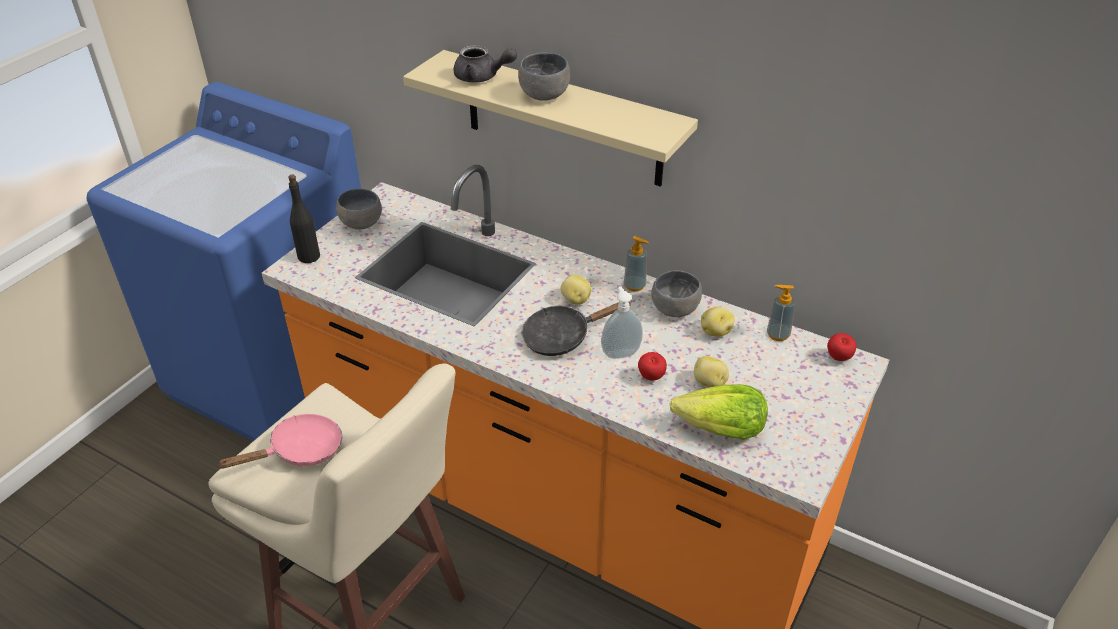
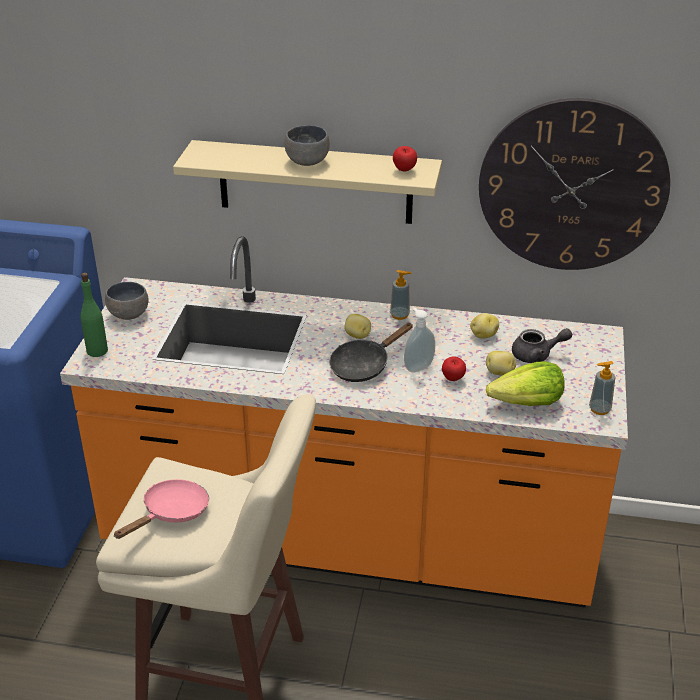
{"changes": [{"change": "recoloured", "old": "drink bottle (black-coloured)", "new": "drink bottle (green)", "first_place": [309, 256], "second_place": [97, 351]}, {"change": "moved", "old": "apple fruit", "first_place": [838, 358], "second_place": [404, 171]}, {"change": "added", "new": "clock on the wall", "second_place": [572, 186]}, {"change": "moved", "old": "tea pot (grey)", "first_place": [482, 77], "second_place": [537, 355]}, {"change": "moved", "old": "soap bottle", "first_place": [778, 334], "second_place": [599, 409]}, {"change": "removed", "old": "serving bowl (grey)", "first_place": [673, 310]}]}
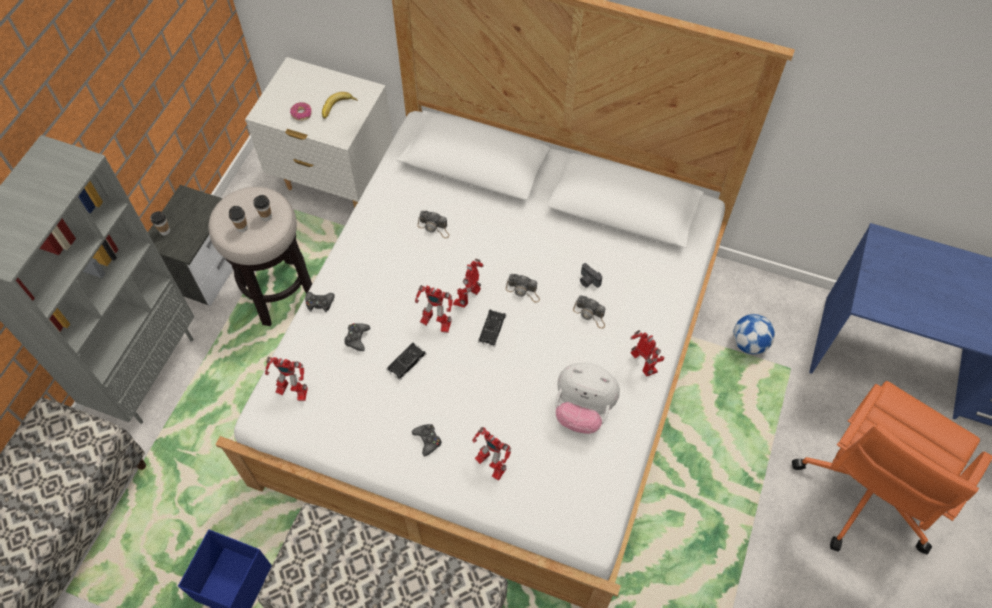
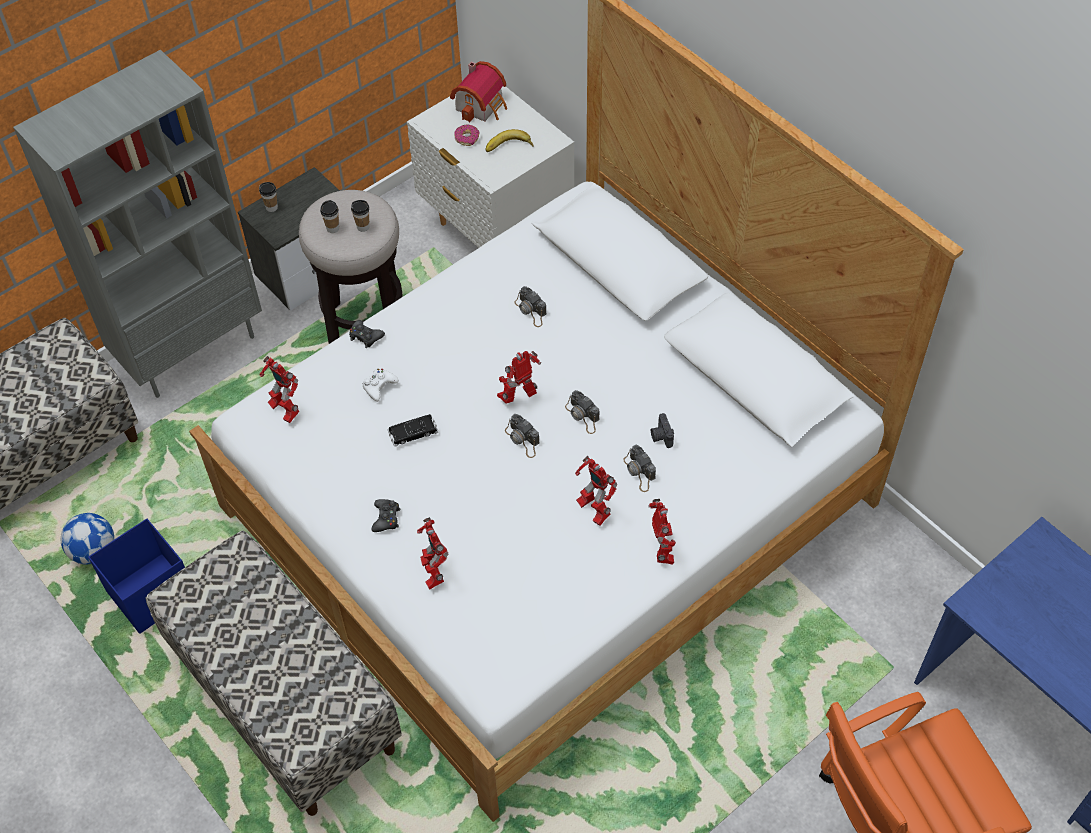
{"changes": [{"change": "moved", "old": "football ball", "first_place": [749, 343], "second_place": [94, 551]}, {"change": "recoloured", "old": "joypad (black-coloured)", "new": "joypad (white-coloured)", "first_place": [357, 338], "second_place": [379, 387]}, {"change": "added", "new": "toy house", "second_place": [482, 105]}, {"change": "replaced", "old": "model car (black-coloured)", "new": "still camera", "first_place": [492, 329], "second_place": [523, 439]}, {"change": "moved", "old": "toy robot", "first_place": [435, 323], "second_place": [593, 509]}, {"change": "removed", "old": "cuddly toy", "first_place": [582, 410]}]}
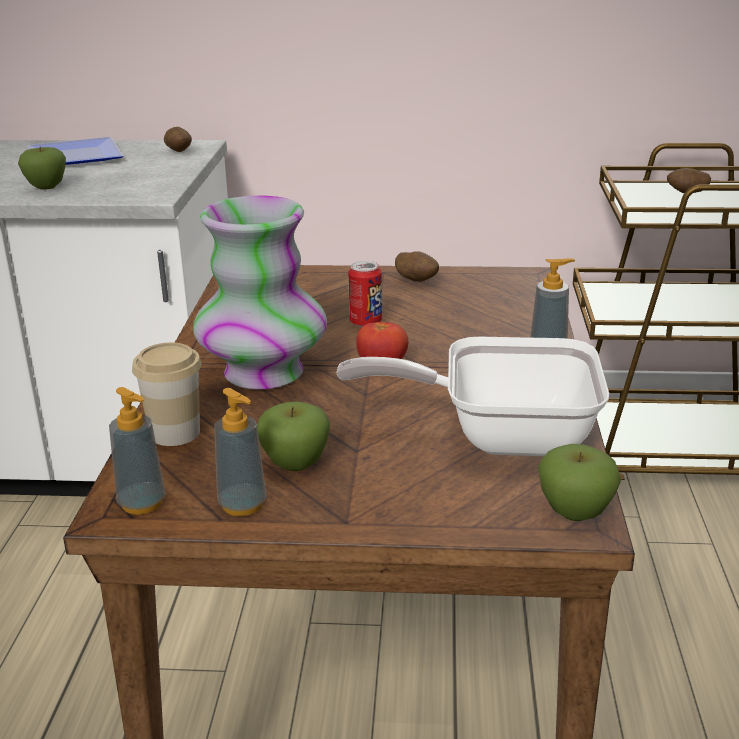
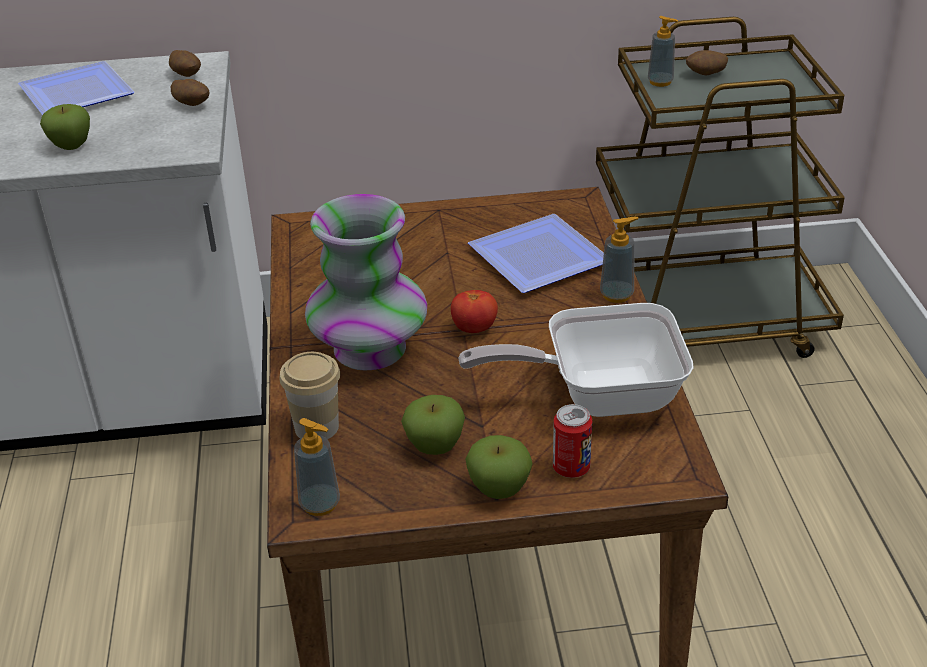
{"changes": [{"change": "moved", "old": "potato", "first_place": [416, 281], "second_place": [192, 105]}, {"change": "moved", "old": "apple fruit", "first_place": [575, 512], "second_place": [499, 489]}, {"change": "added", "new": "plate", "second_place": [533, 257]}, {"change": "moved", "old": "metal can", "first_place": [365, 323], "second_place": [571, 468]}, {"change": "moved", "old": "soap bottle", "first_place": [242, 505], "second_place": [660, 82]}]}
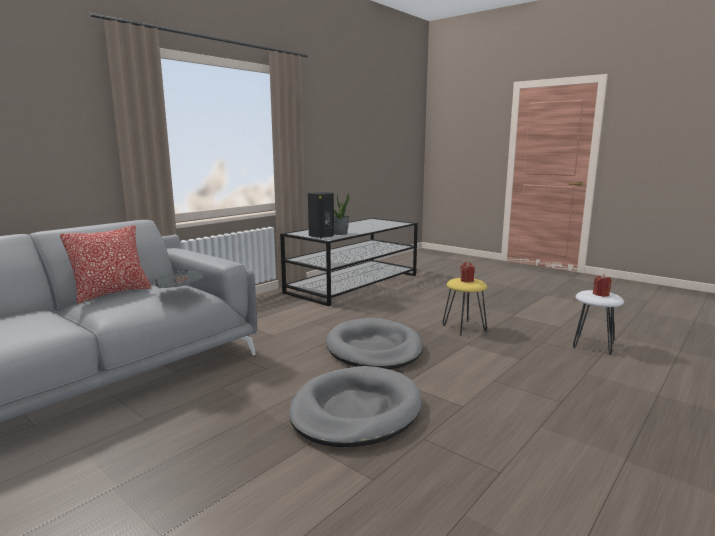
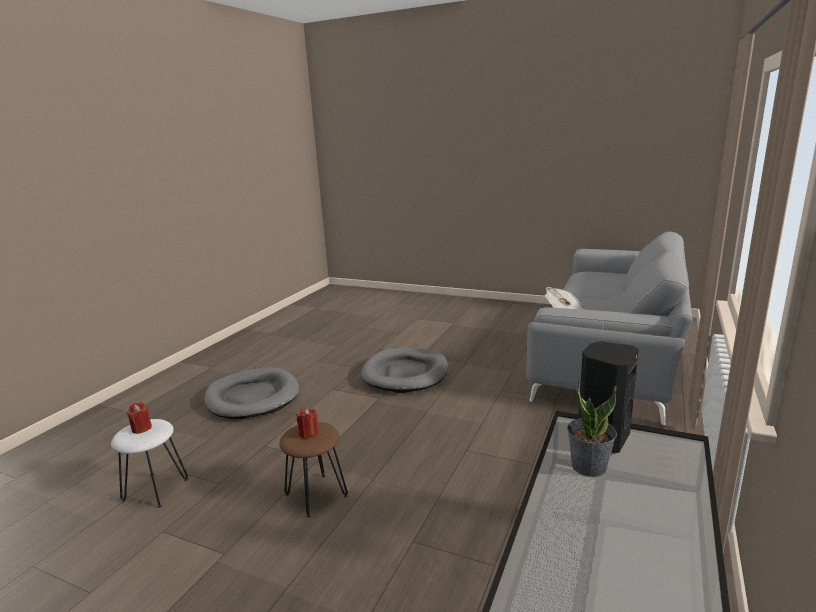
{"changes": [{"change": "moved", "old": "dog bed (grey)", "first_place": [374, 349], "second_place": [253, 397]}, {"change": "recoloured", "old": "sitting stool (yellowish)", "new": "sitting stool (brown-coloured)", "first_place": [464, 327], "second_place": [316, 495]}, {"change": "removed", "old": "throw pillow", "first_place": [112, 293]}]}
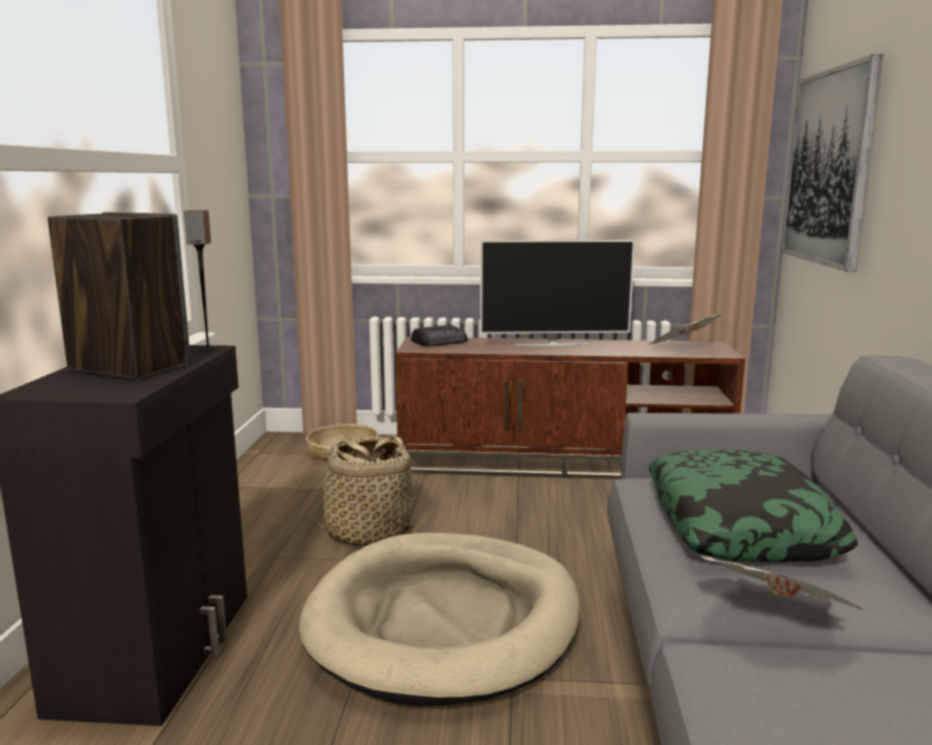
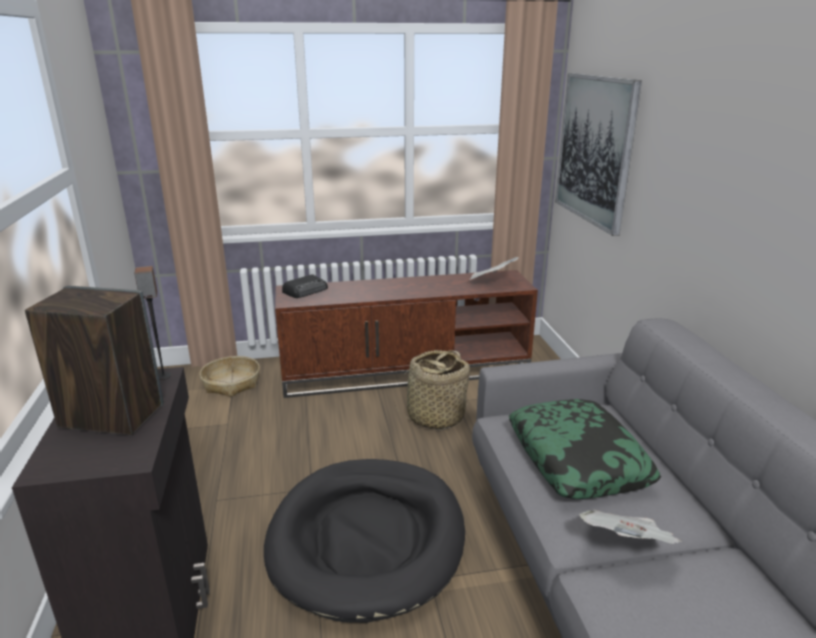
{"changes": [{"change": "recoloured", "old": "dog bed (sand-coloured)", "new": "dog bed (black-coloured)", "first_place": [444, 621], "second_place": [367, 539]}, {"change": "moved", "old": "basket", "first_place": [367, 532], "second_place": [435, 416]}, {"change": "removed", "old": "television", "first_place": [553, 344]}]}
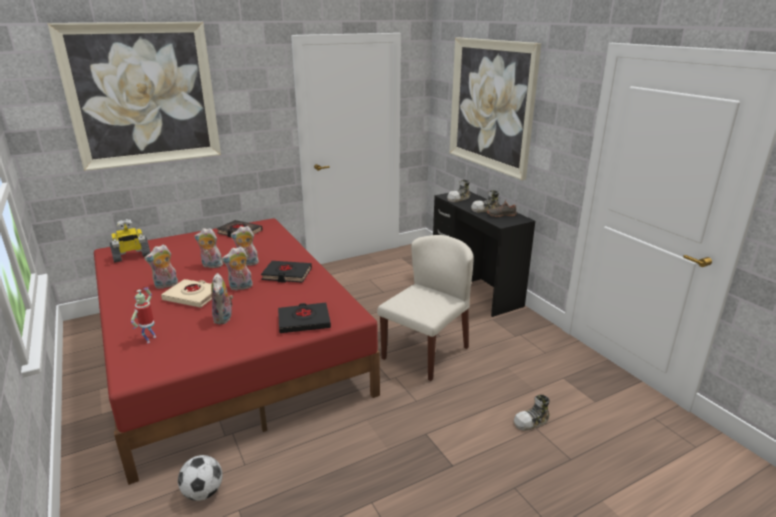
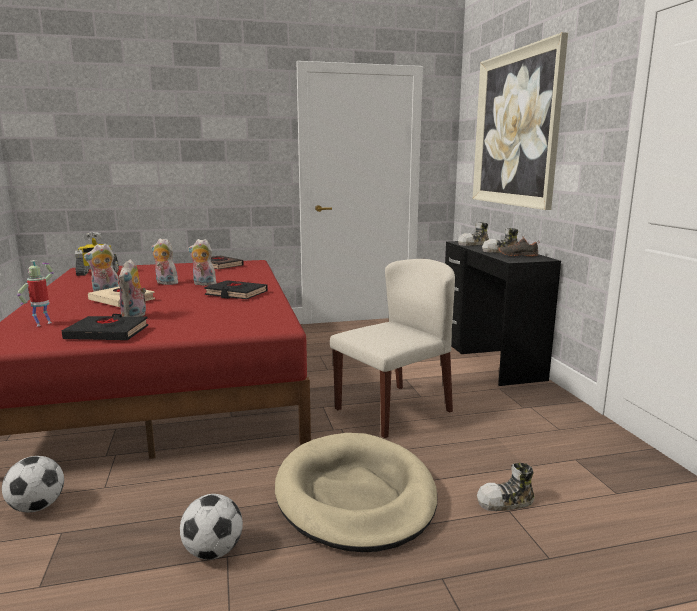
{"changes": [{"change": "moved", "old": "volume (black-coloured)", "first_place": [304, 321], "second_place": [107, 333]}, {"change": "added", "new": "football ball", "second_place": [213, 551]}, {"change": "added", "new": "dog bed (sand-coloured)", "second_place": [355, 495]}, {"change": "removed", "old": "wall picture", "first_place": [143, 95]}, {"change": "removed", "old": "cuddly toy", "first_place": [240, 287]}]}
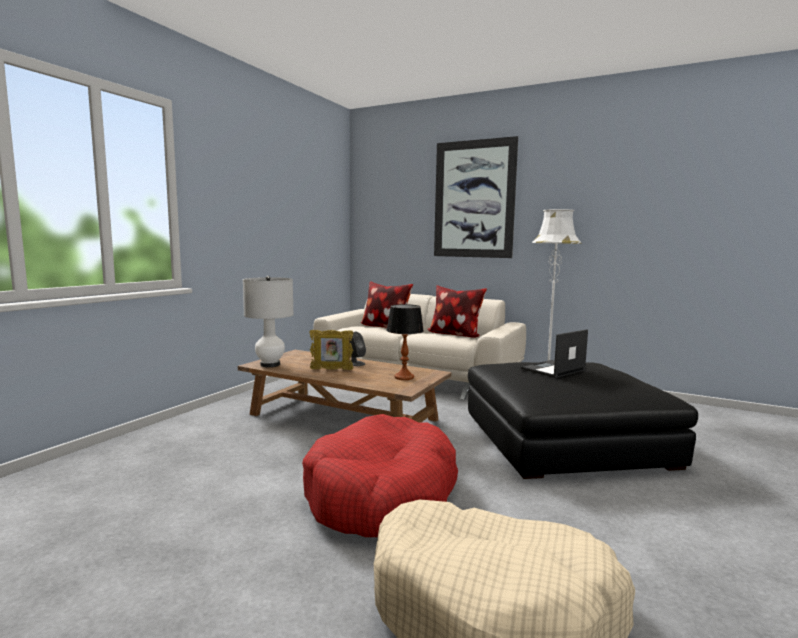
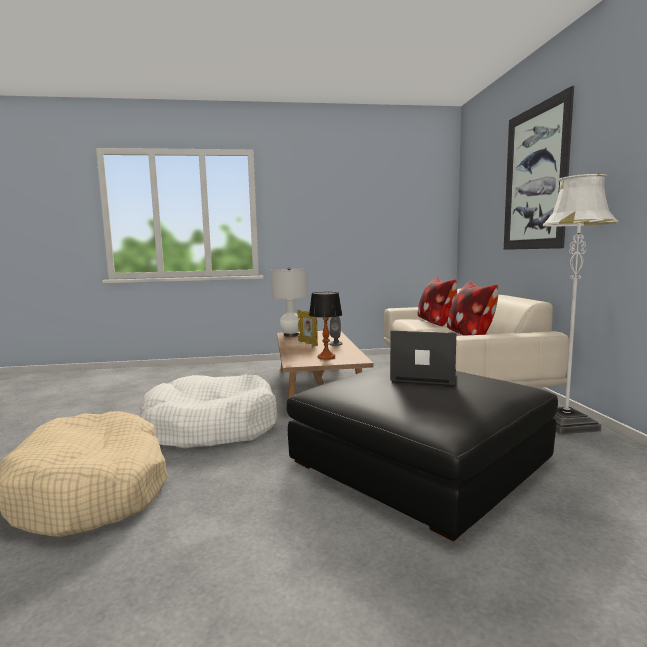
{"changes": [{"change": "recoloured", "old": "dog bed (red)", "new": "dog bed (white-coloured)", "first_place": [381, 494], "second_place": [211, 427]}]}
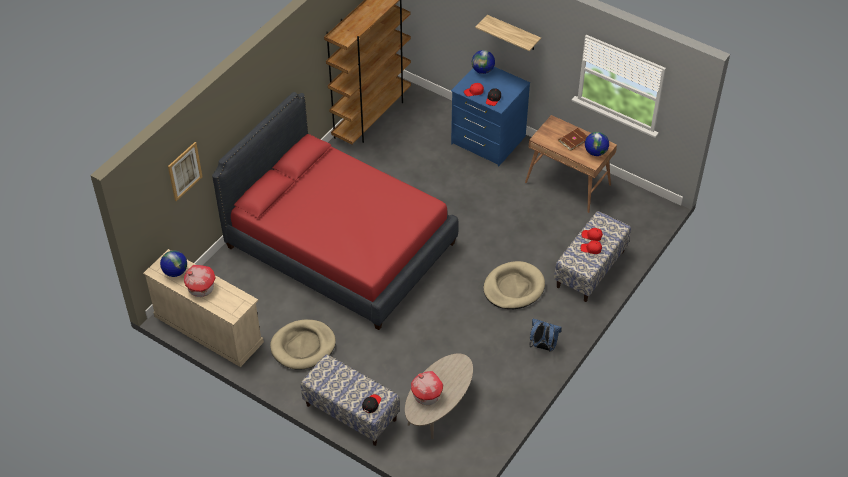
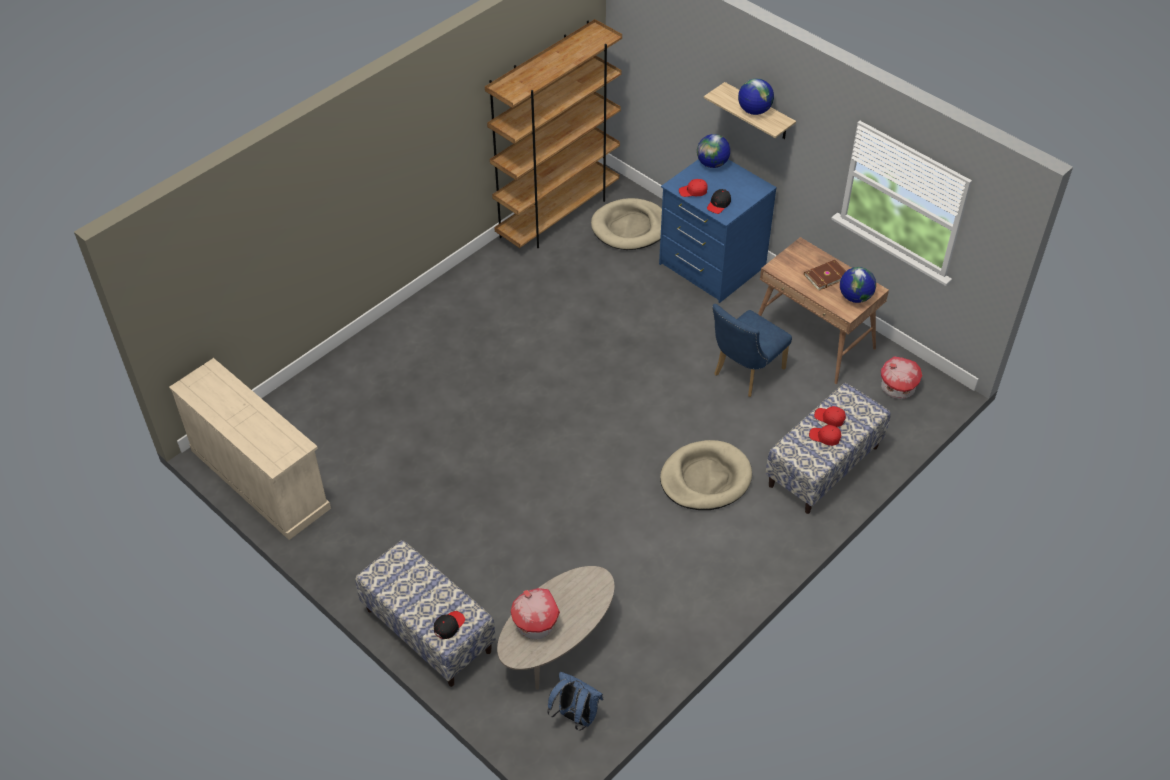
{"changes": [{"change": "moved", "old": "knapsack (blue)", "first_place": [542, 346], "second_place": [575, 716]}, {"change": "moved", "old": "dog bed (sand-coloured)", "first_place": [303, 346], "second_place": [630, 227]}, {"change": "added", "new": "plain chair (blue)", "second_place": [744, 373]}, {"change": "moved", "old": "desk globe", "first_place": [175, 272], "second_place": [754, 111]}, {"change": "moved", "old": "toy house", "first_place": [200, 288], "second_place": [897, 388]}, {"change": "removed", "old": "wall picture", "first_place": [184, 171]}, {"change": "removed", "old": "bedroom bed (red)", "first_place": [340, 245]}]}
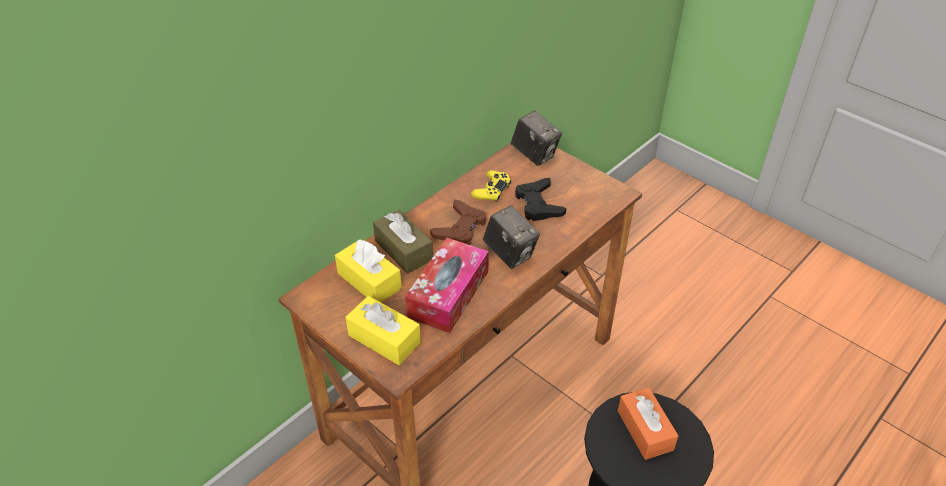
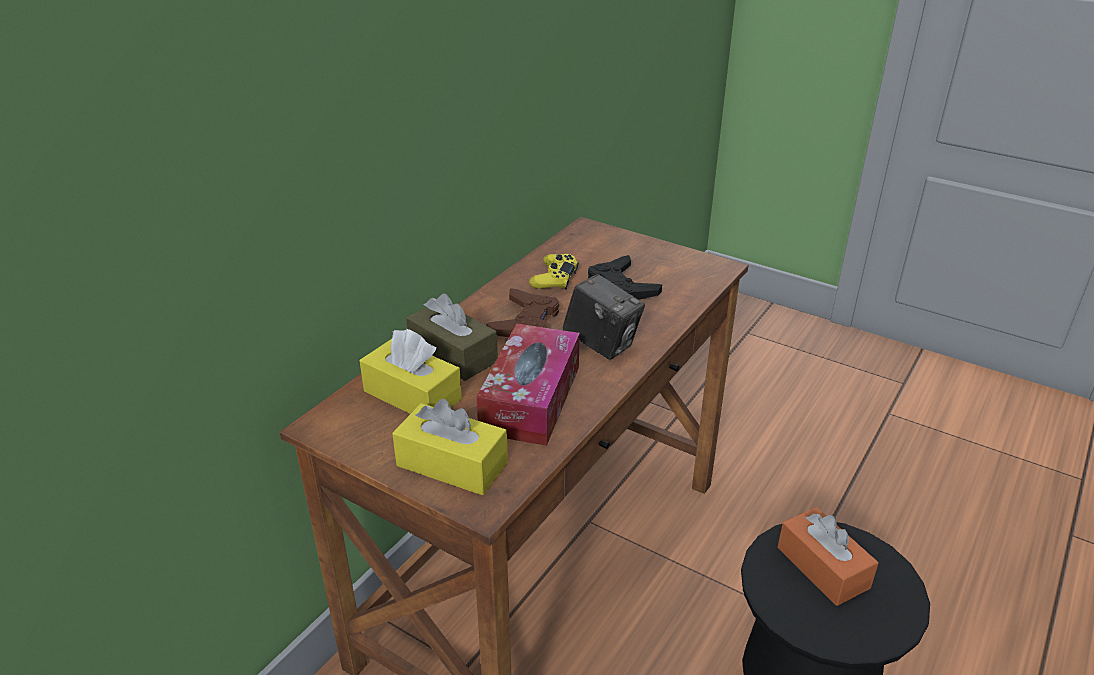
{"changes": [{"change": "removed", "old": "still camera", "first_place": [534, 155]}]}
